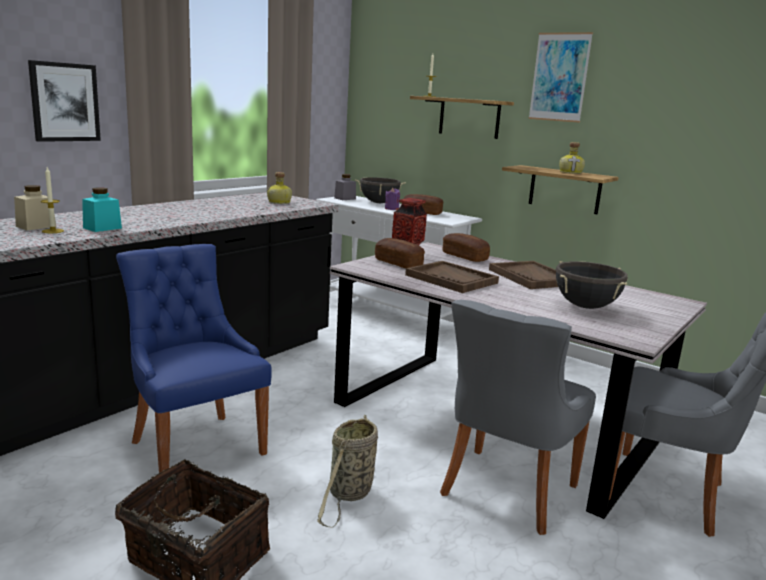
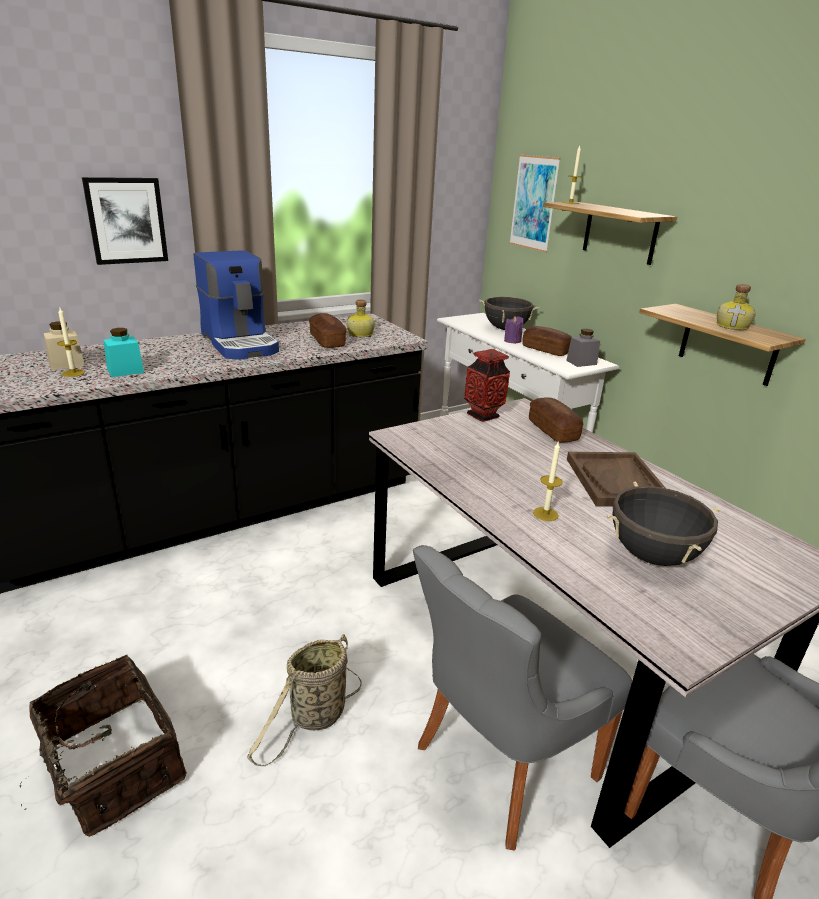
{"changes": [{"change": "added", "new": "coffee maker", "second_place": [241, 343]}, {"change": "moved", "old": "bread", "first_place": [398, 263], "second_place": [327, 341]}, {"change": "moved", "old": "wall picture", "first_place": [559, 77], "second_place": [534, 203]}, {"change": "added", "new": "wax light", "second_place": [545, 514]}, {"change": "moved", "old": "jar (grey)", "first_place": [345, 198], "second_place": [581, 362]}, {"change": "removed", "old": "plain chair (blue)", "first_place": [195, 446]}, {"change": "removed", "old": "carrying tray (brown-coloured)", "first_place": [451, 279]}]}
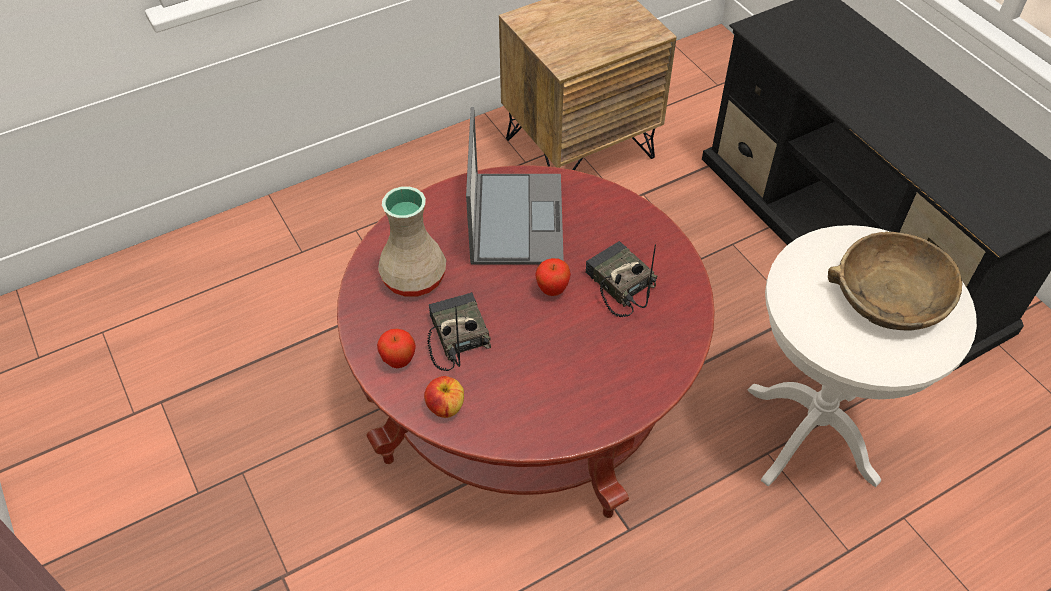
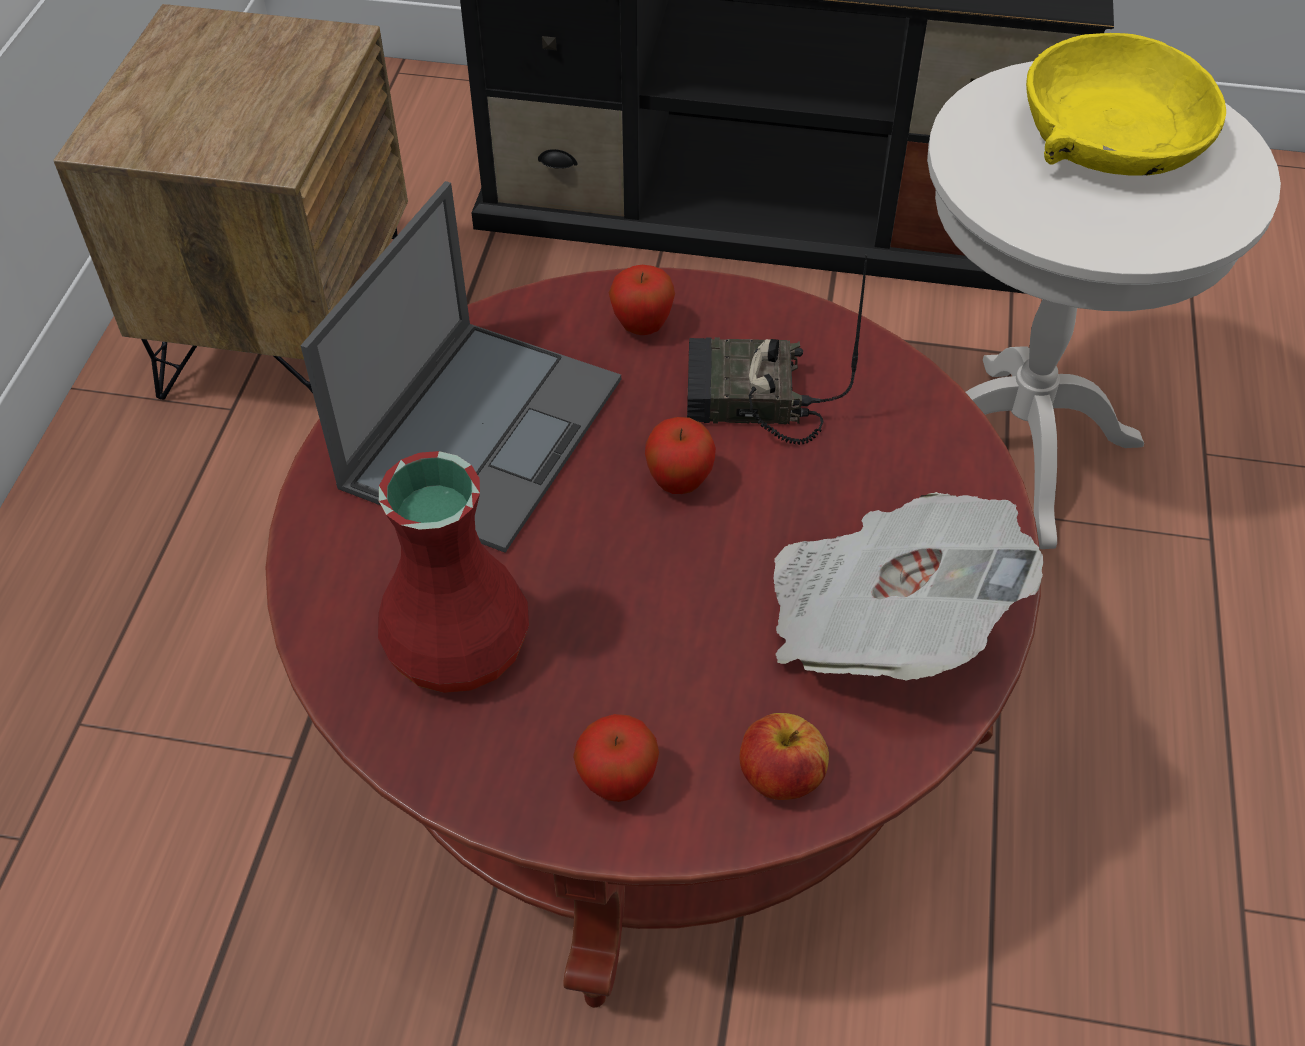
{"changes": [{"change": "turned", "old": "notebook computer", "first_place": [516, 217], "second_place": [484, 430], "degrees": 75}, {"change": "recoloured", "old": "decorative vase (sand-coloured)", "new": "decorative vase (red)", "first_place": [412, 278], "second_place": [457, 647]}, {"change": "added", "new": "apple fruit", "second_place": [642, 327]}, {"change": "added", "new": "newspaper", "second_place": [882, 621]}, {"change": "recoloured", "old": "serving bowl (brown-coloured)", "new": "serving bowl (yellowish)", "first_place": [890, 295], "second_place": [1113, 135]}, {"change": "removed", "old": "radio receiver", "first_place": [455, 336]}]}
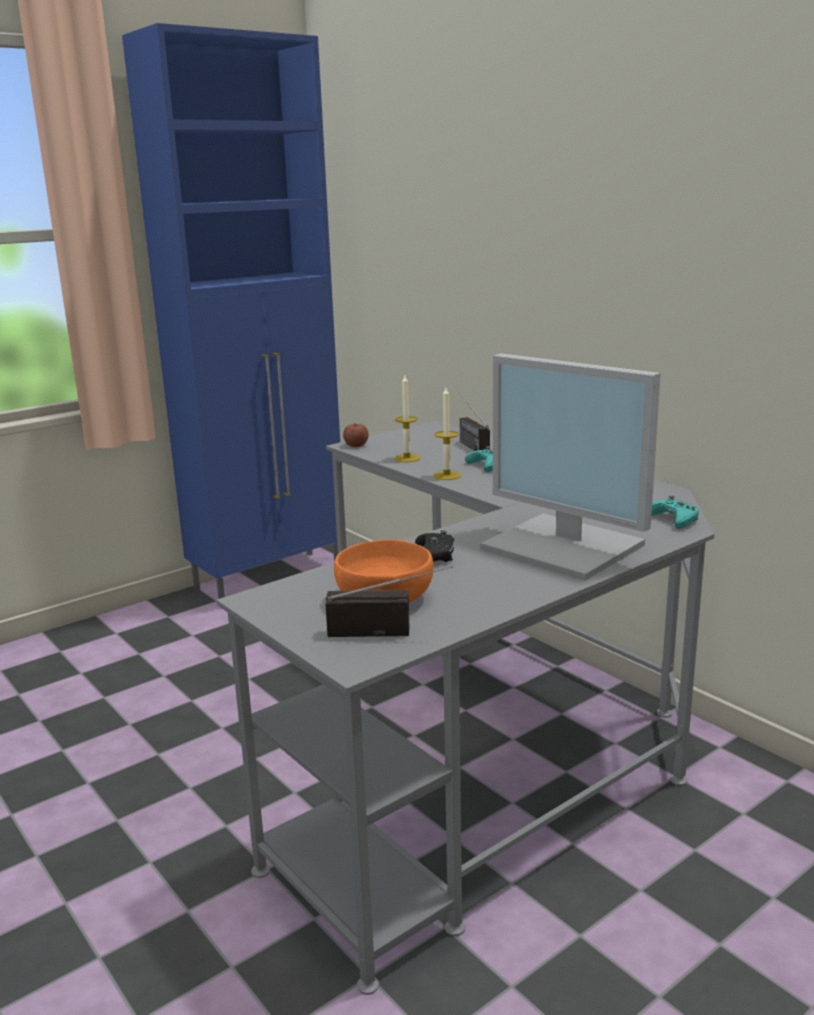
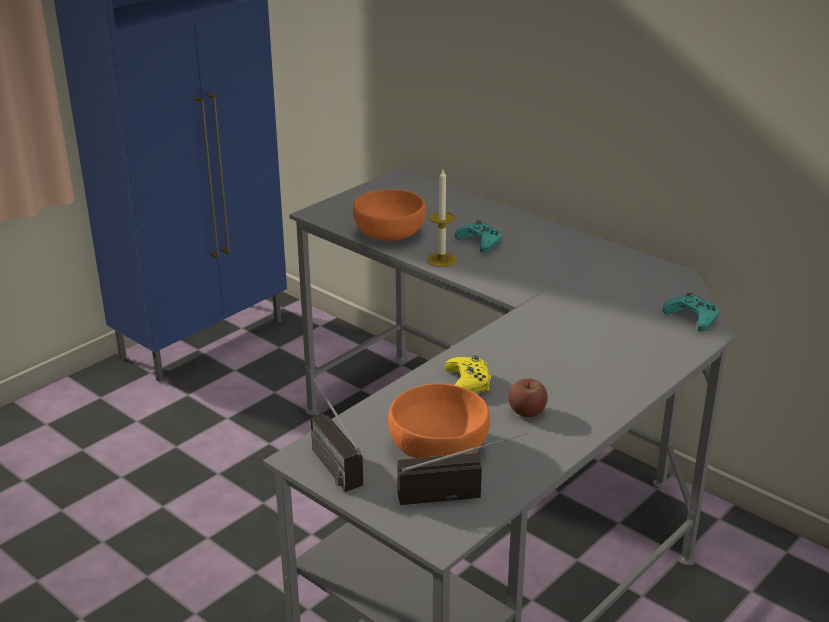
{"changes": [{"change": "moved", "old": "radio receiver", "first_place": [467, 443], "second_place": [325, 456]}, {"change": "replaced", "old": "wax light", "new": "serving bowl (orange-coloured)", "first_place": [407, 458], "second_place": [388, 233]}, {"change": "recoloured", "old": "joypad (black-coloured)", "new": "joypad (yellowish)", "first_place": [434, 555], "second_place": [468, 383]}, {"change": "moved", "old": "apple fruit", "first_place": [356, 445], "second_place": [527, 411]}, {"change": "removed", "old": "monitor", "first_place": [566, 547]}]}
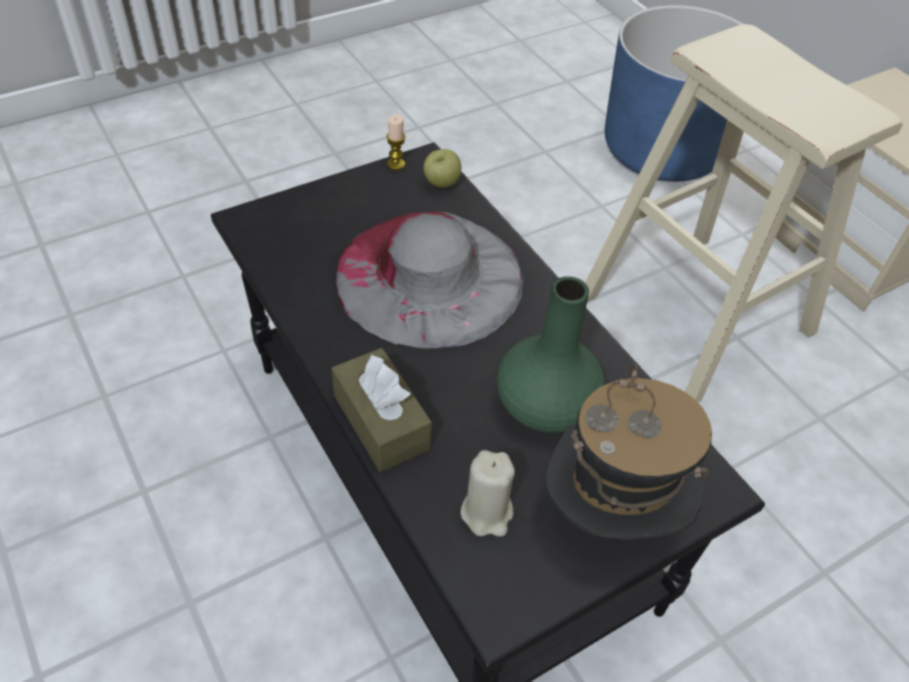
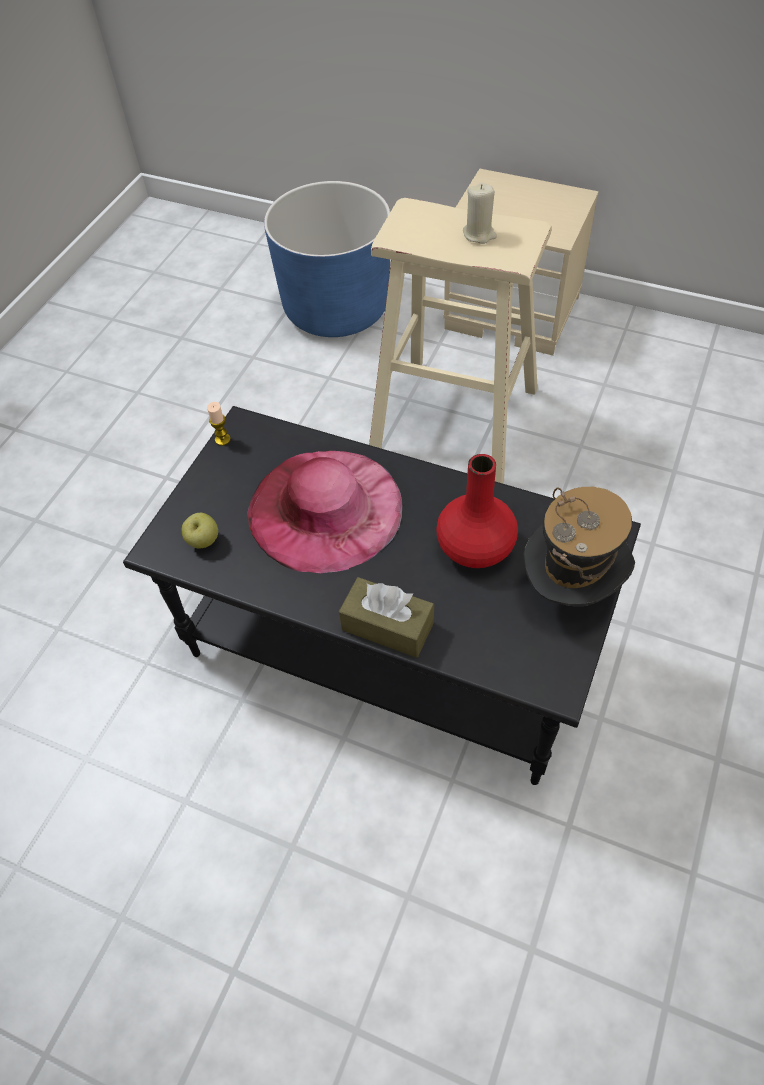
{"changes": [{"change": "moved", "old": "apple fruit", "first_place": [441, 183], "second_place": [203, 541]}, {"change": "recoloured", "old": "hat (grey)", "new": "hat (pinkish)", "first_place": [429, 277], "second_place": [325, 509]}, {"change": "recoloured", "old": "decorative vase (green)", "new": "decorative vase (red)", "first_place": [546, 407], "second_place": [476, 547]}, {"change": "moved", "old": "wax light (sand-coloured)", "first_place": [487, 513], "second_place": [479, 234]}]}
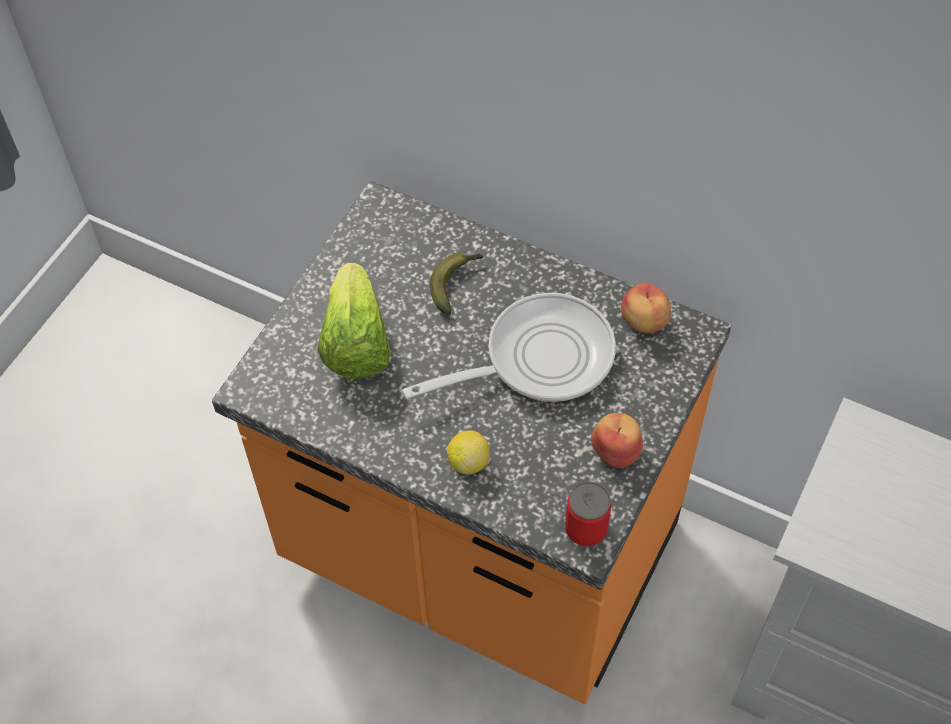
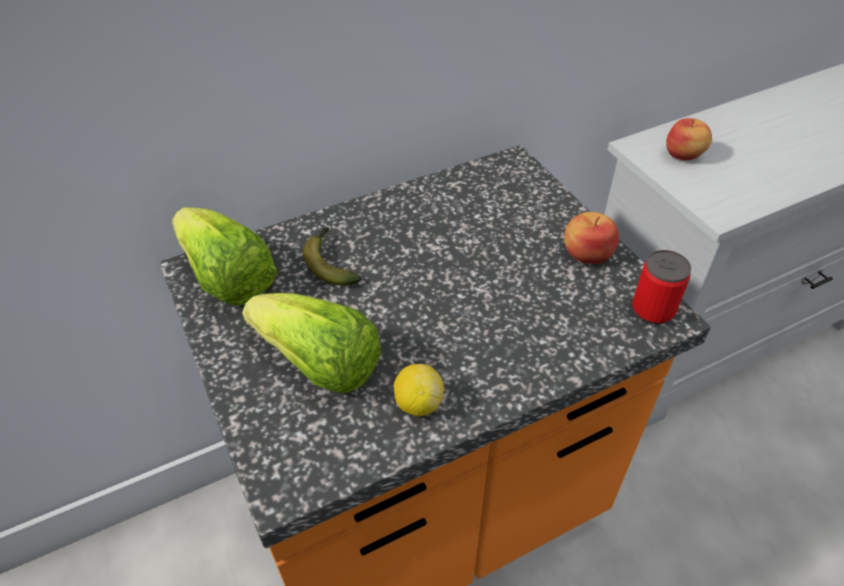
{"changes": [{"change": "added", "new": "head of lettuce", "second_place": [227, 278]}, {"change": "moved", "old": "citrus fruit", "first_place": [468, 462], "second_place": [418, 403]}, {"change": "moved", "old": "apple fruit", "first_place": [643, 322], "second_place": [684, 155]}, {"change": "removed", "old": "pan", "first_place": [538, 358]}]}
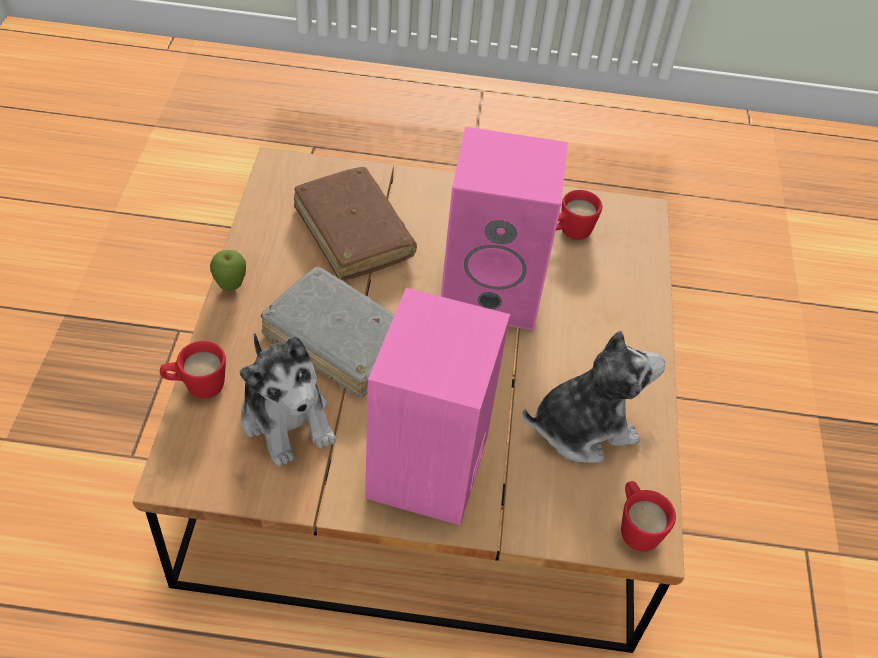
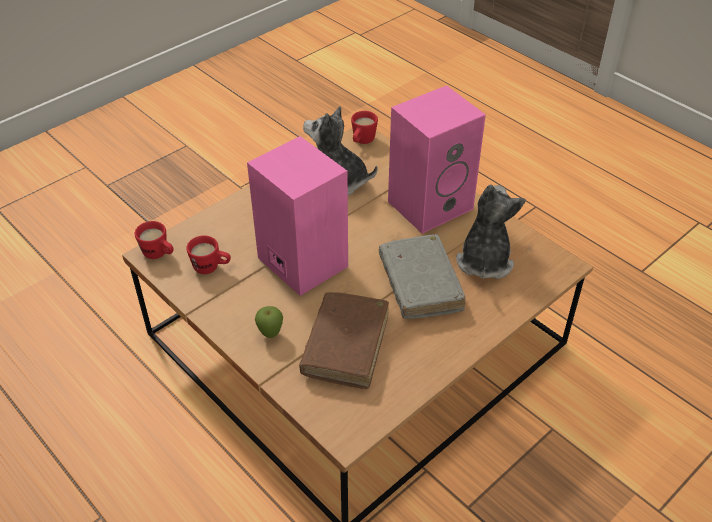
{"changes": [{"change": "moved", "old": "tea mug (red)", "first_place": [196, 386], "second_place": [159, 254]}, {"change": "moved", "old": "apple fruit", "first_place": [230, 287], "second_place": [270, 334]}]}
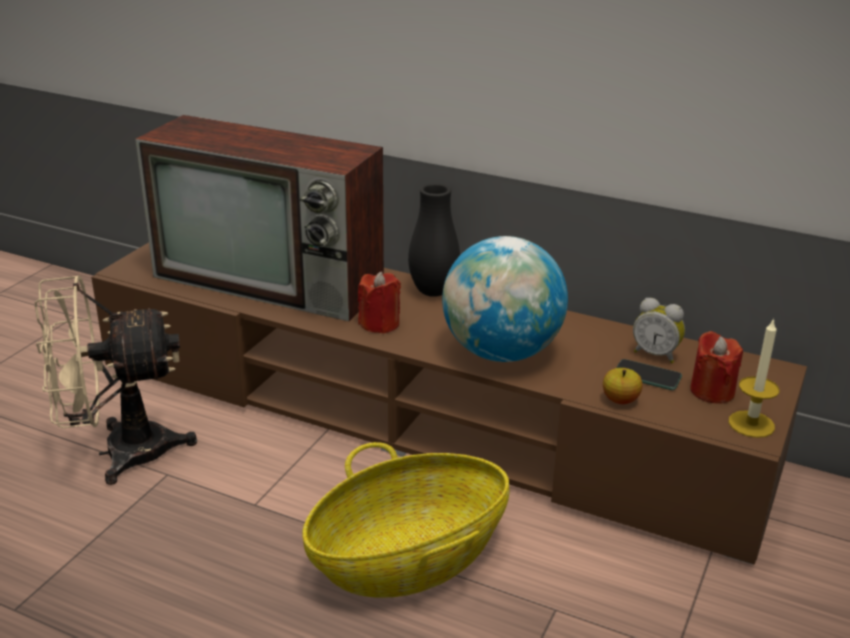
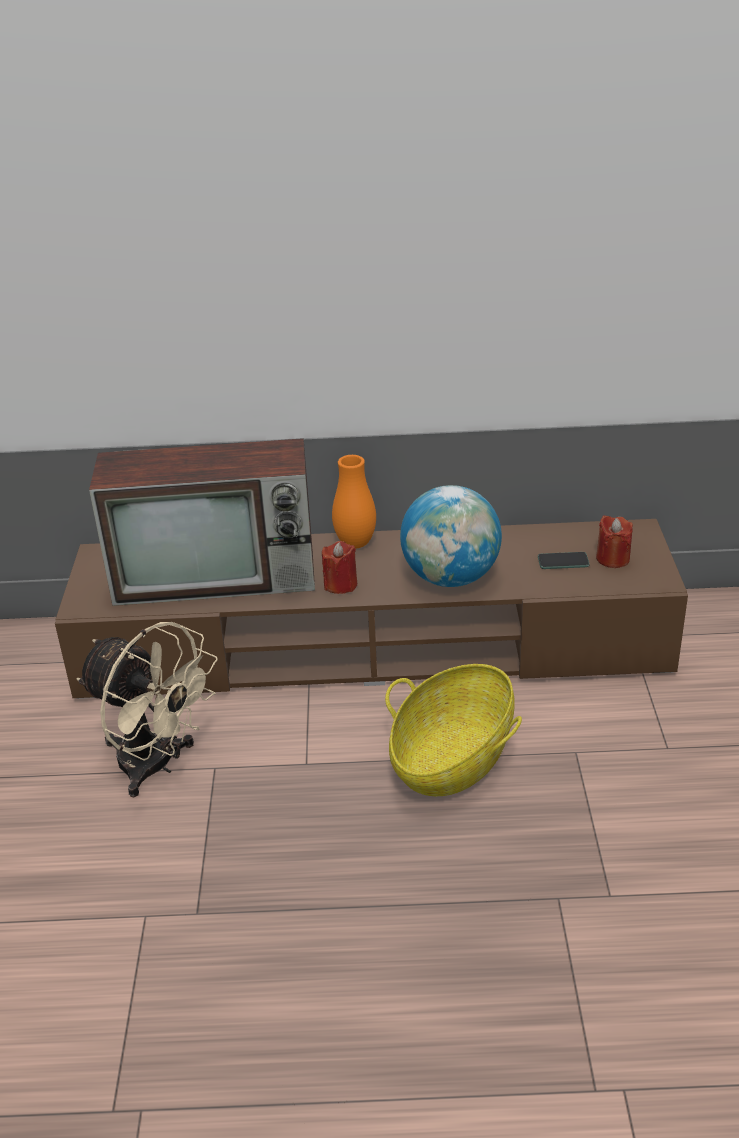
{"changes": [{"change": "turned", "old": "fan (sand-coloured)", "first_place": [119, 452], "second_place": [157, 766], "degrees": -105}, {"change": "recoloured", "old": "decorative vase (black-coloured)", "new": "decorative vase (orange-coloured)", "first_place": [433, 292], "second_place": [355, 543]}, {"change": "removed", "old": "apple fruit", "first_place": [620, 400]}, {"change": "removed", "old": "table clock", "first_place": [656, 354]}, {"change": "removed", "old": "wax light", "first_place": [751, 424]}]}
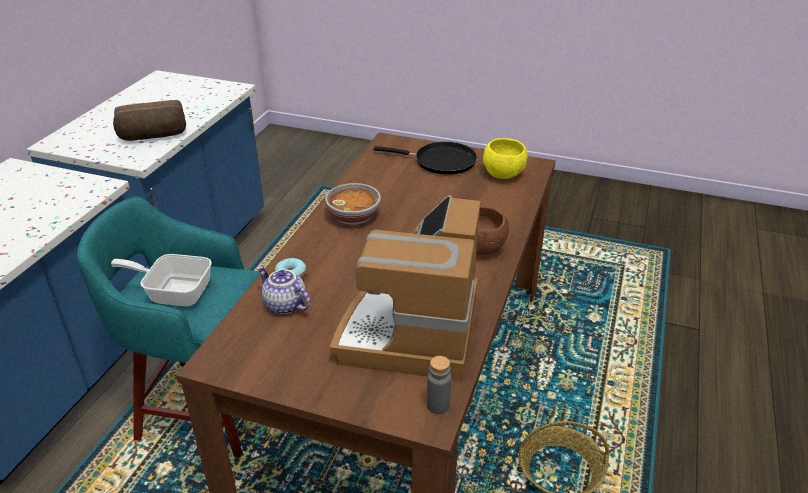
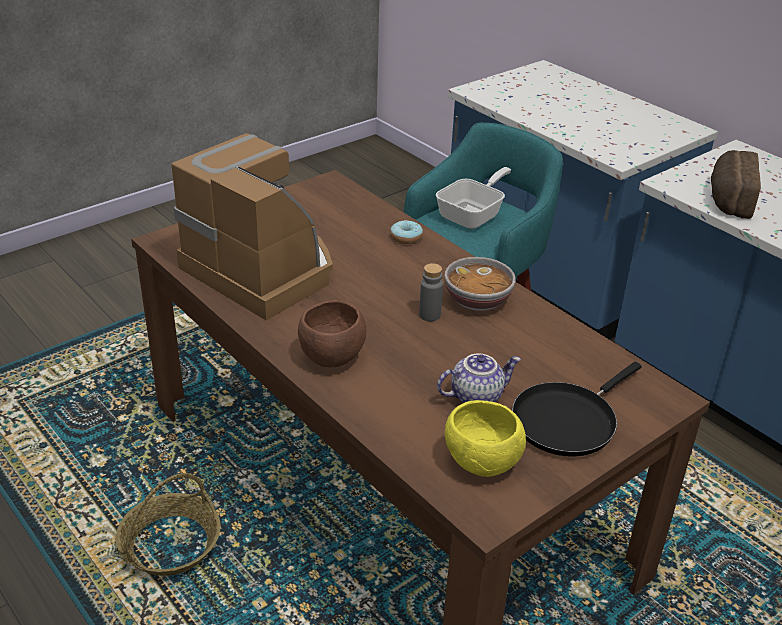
{"changes": [{"change": "moved", "old": "drink bottle (grey)", "first_place": [438, 405], "second_place": [429, 315]}, {"change": "moved", "old": "tea pot", "first_place": [284, 305], "second_place": [476, 396]}]}
